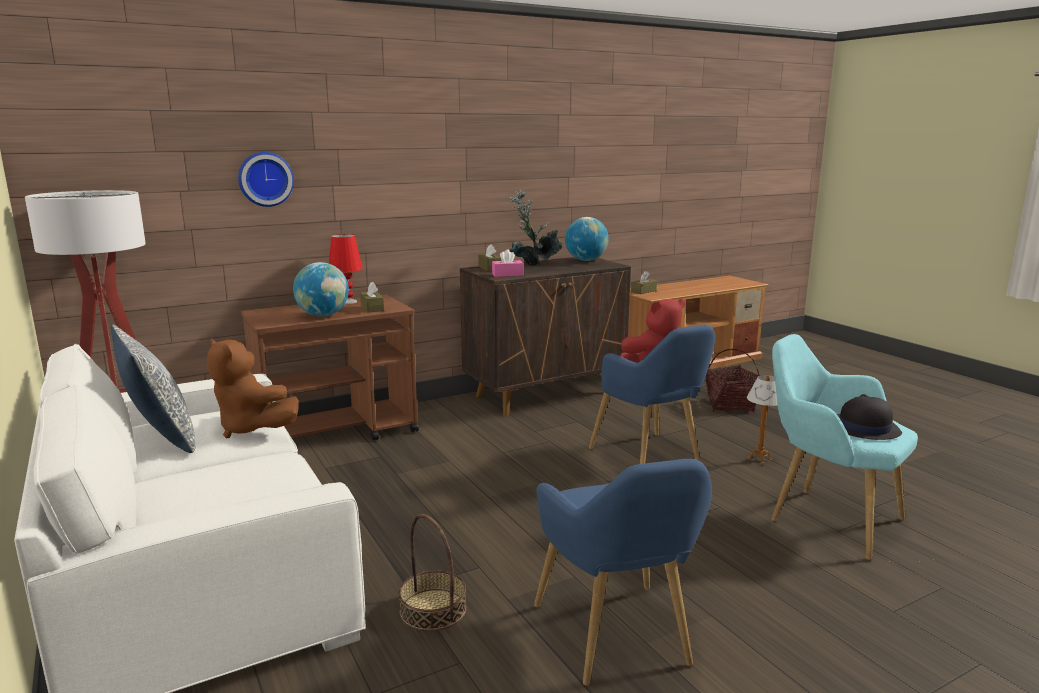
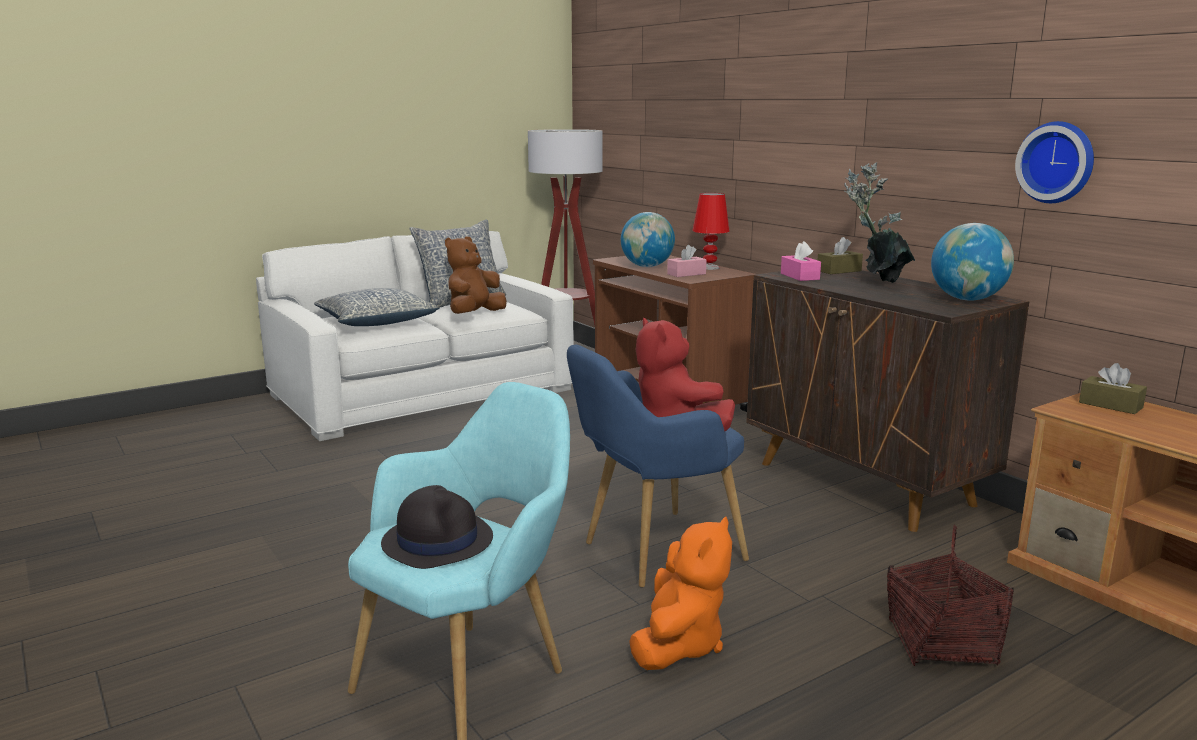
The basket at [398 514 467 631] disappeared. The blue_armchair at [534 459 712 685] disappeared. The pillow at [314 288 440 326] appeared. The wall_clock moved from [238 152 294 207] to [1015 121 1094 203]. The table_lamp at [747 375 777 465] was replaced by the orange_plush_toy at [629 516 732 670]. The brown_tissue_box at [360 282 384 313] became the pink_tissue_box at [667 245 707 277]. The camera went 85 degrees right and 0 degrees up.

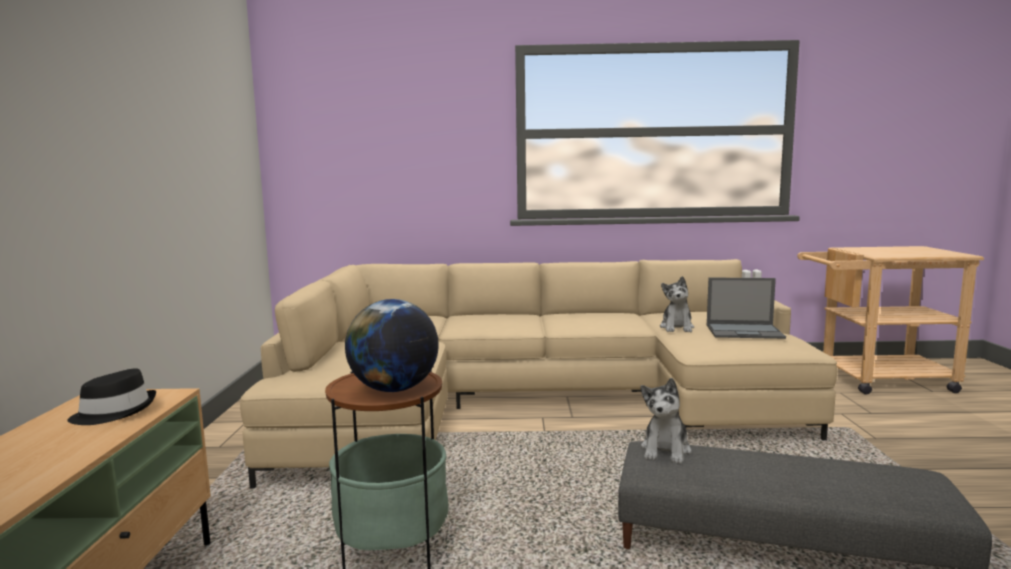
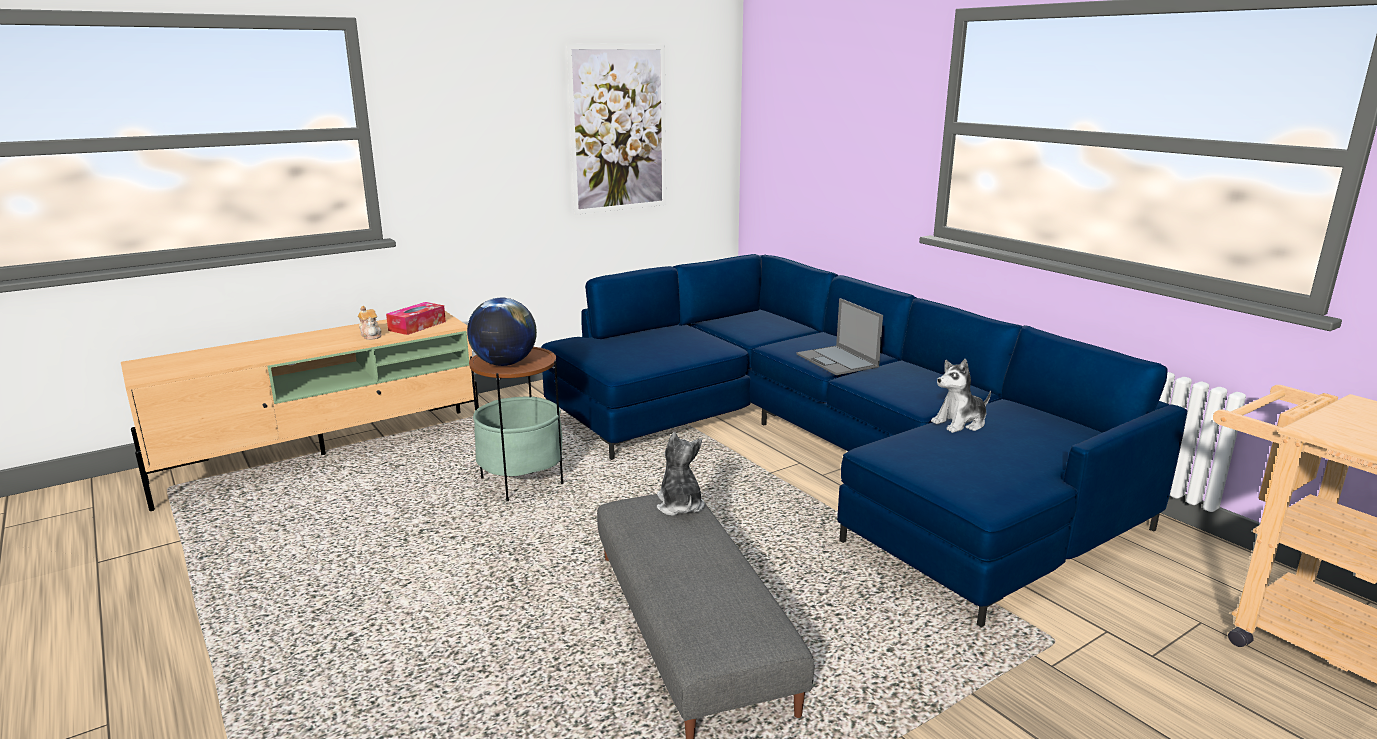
The teapot at [358 306 381 340] appeared. The picture at [566 43 666 215] appeared. The laptop moved from [707 278 786 339] to [797 298 883 375]. The black_hat at [67 368 156 425] was replaced by the tissue_box at [386 302 446 335]. The beige_sofa at [240 259 837 488] became the blue_sofa at [541 254 1187 627]. The plush_toy at [640 378 692 464] turned 90 degrees clockwise. The camera went 55 degrees right and 10 degrees up.

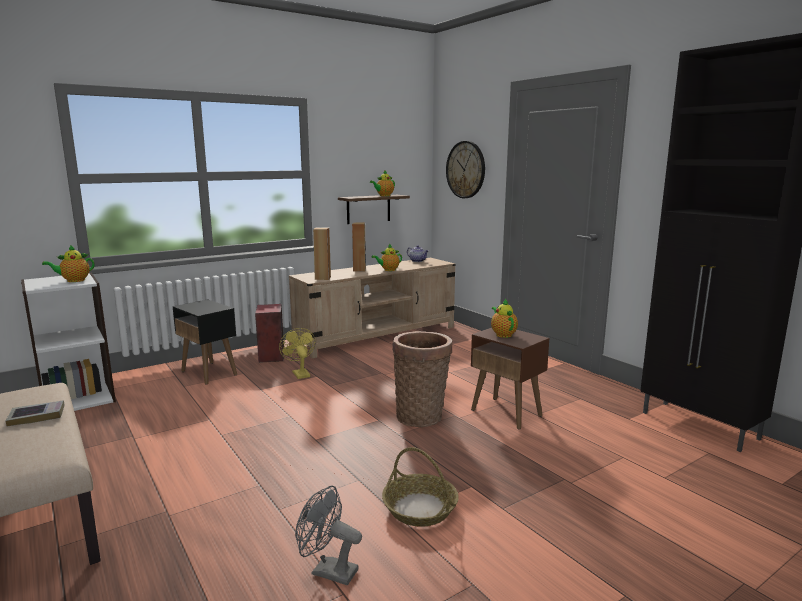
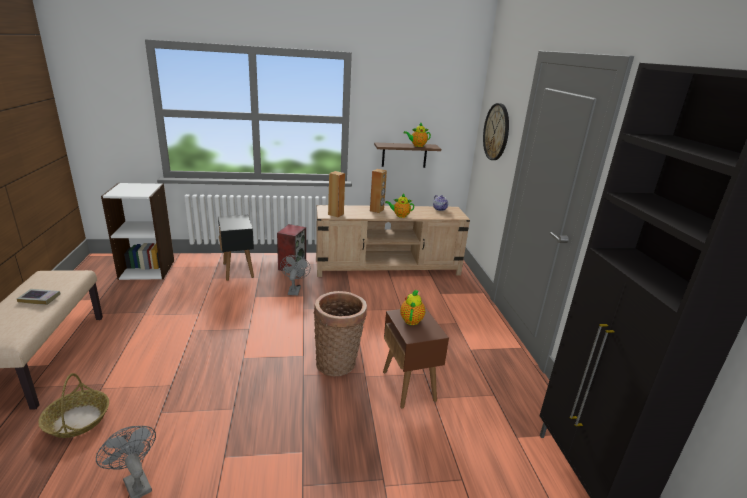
The teapot at [42 245 95 282] disappeared. The basket moved from [382 447 459 527] to [38 373 109 438]. The yellow_fan at [279 328 316 379] became the grey_fan at [280 255 310 295]. The camera went 25 degrees right and 10 degrees up.

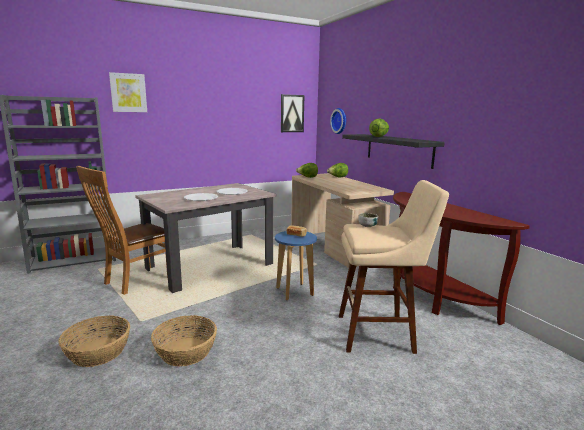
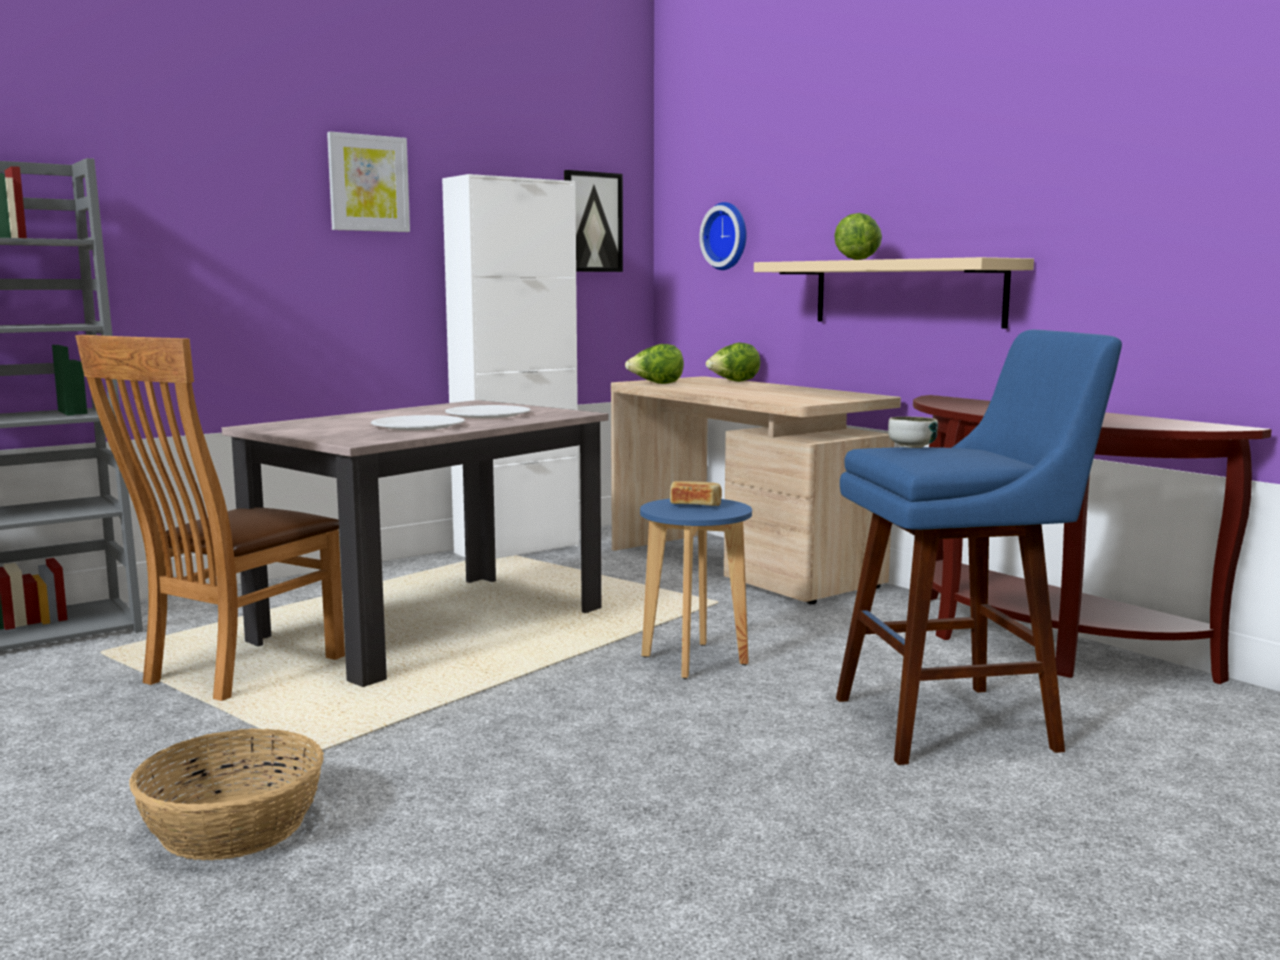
The basket at [151 315 217 366] disappeared. The white_cabinet at [442 174 579 559] appeared. The picture moved from [109 72 147 112] to [327 131 410 232]. The beige_stool at [339 180 449 354] became the blue_stool at [836 330 1122 765]. The black_shelf at [342 134 445 169] became the beige_shelf at [754 257 1034 329]. The camera went 10 degrees left and 5 degrees down.

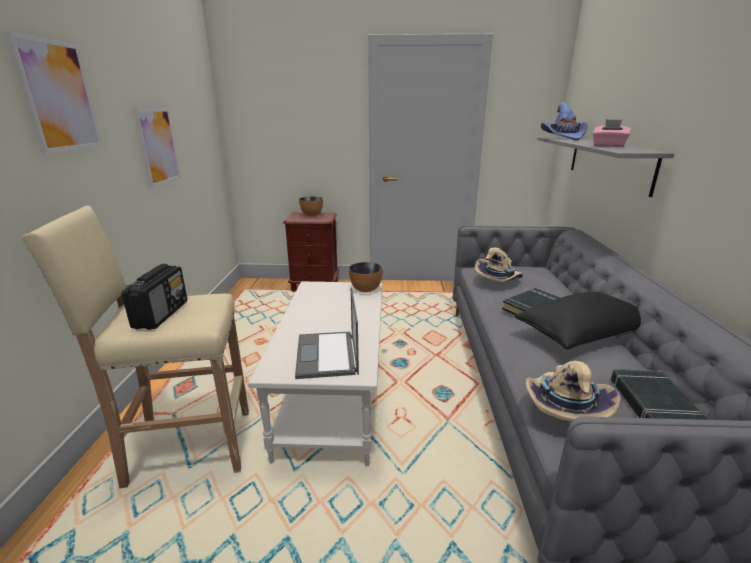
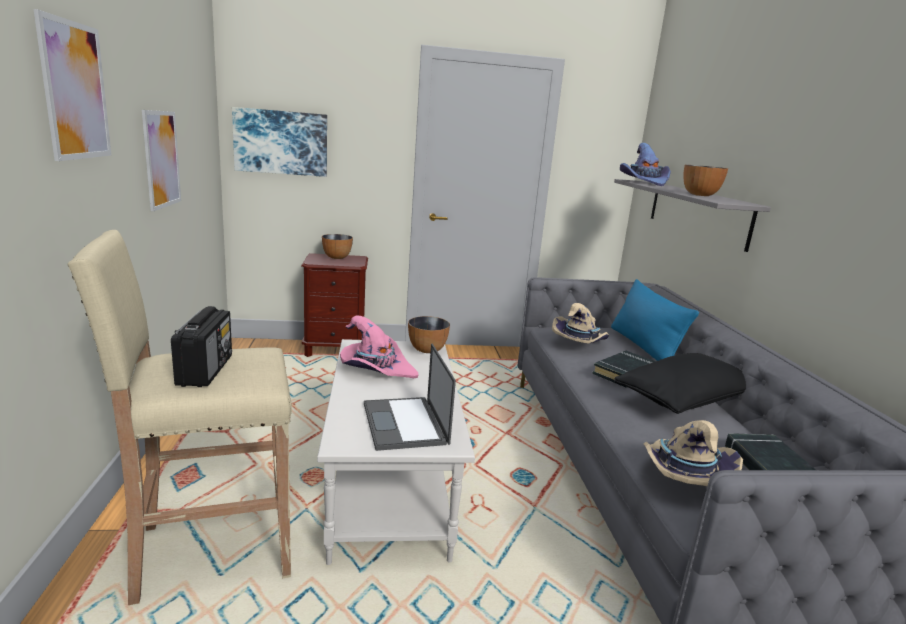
The picture at [232 107 327 177] appeared. The pink_hat at [340 315 418 378] appeared. The blue_pillow at [611 279 699 361] appeared. The pink_tissue_box at [593 119 631 147] was replaced by the bowl at [684 165 728 196]. The camera went 10 degrees left and 5 degrees down.

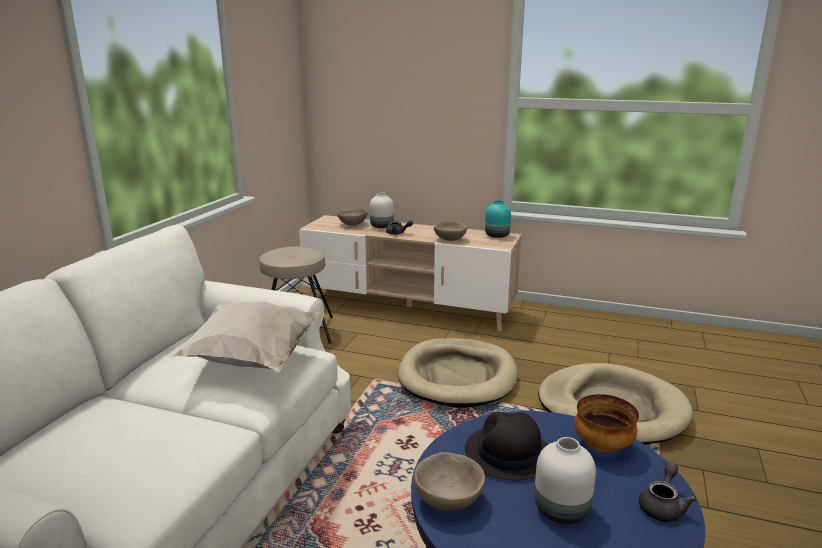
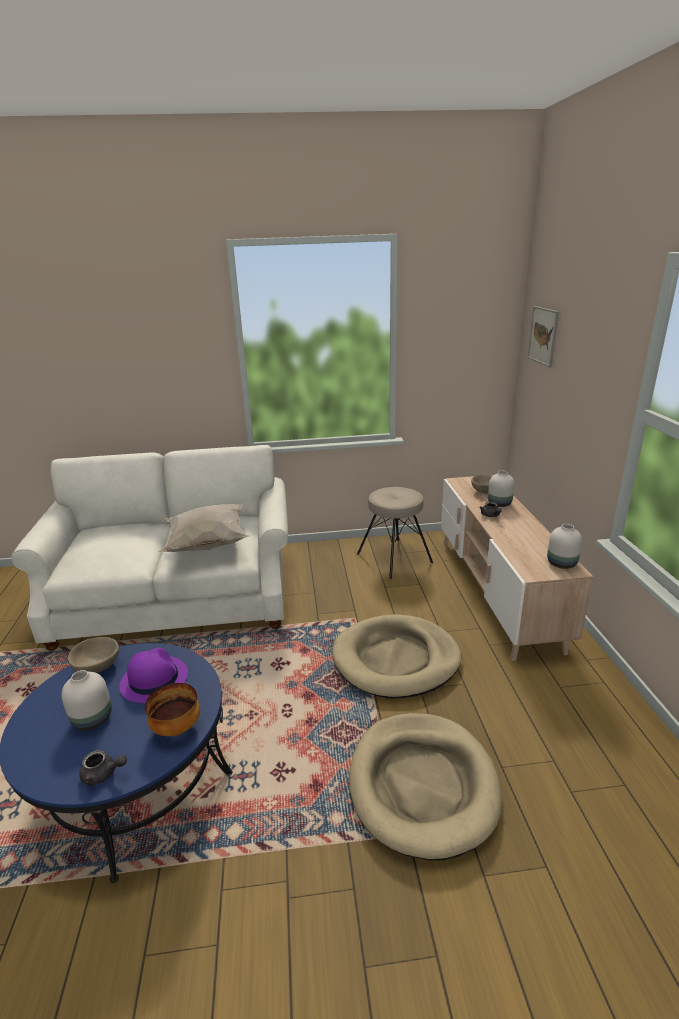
The beige_bowl at [434 221 467 241] disappeared. The picture at [528 306 559 367] appeared. The black_hat at [465 412 548 480] became the purple_hat at [119 648 188 703]. The turquoise_vase at [485 200 511 238] became the white_vase at [547 524 582 569]. The camera went 65 degrees right and 5 degrees up.

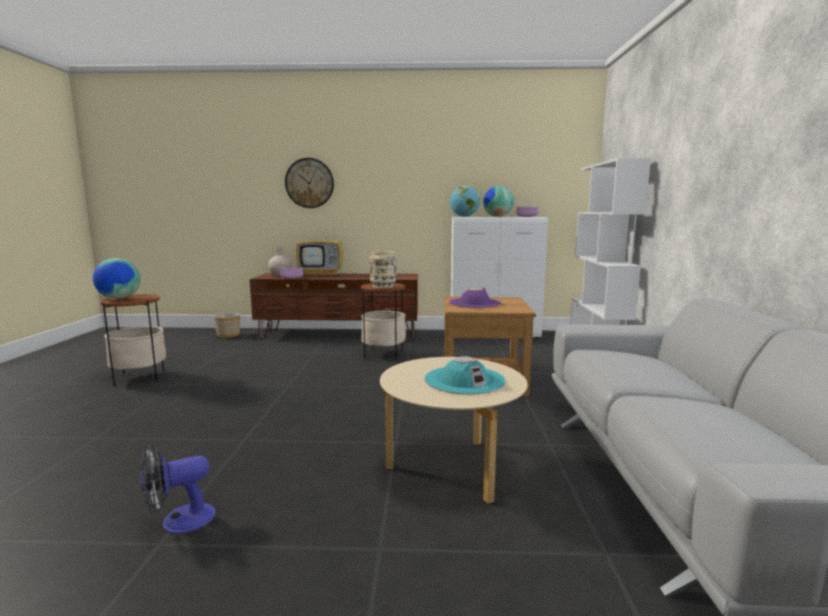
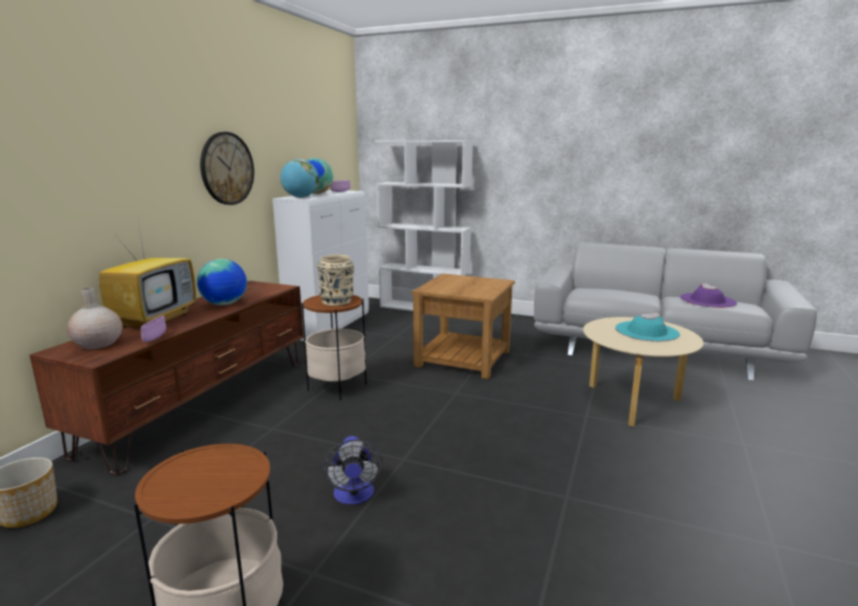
The globe moved from [93 258 141 299] to [197 259 247 305]. The fan moved from [140 445 216 534] to [323 436 383 504]. The wall_clock moved from [285 158 334 208] to [200 132 254 205]. The purple_hat moved from [449 287 501 308] to [680 283 737 308]. The camera went 70 degrees left and 5 degrees up.

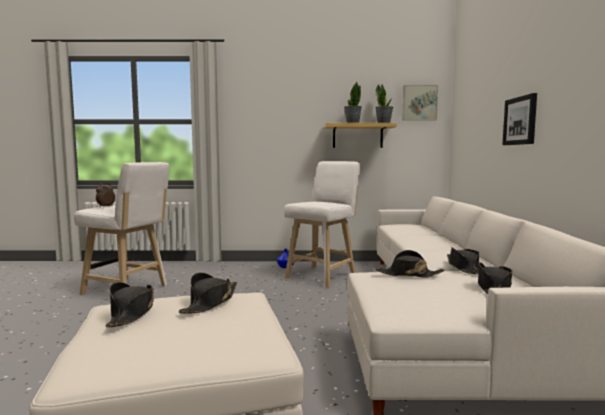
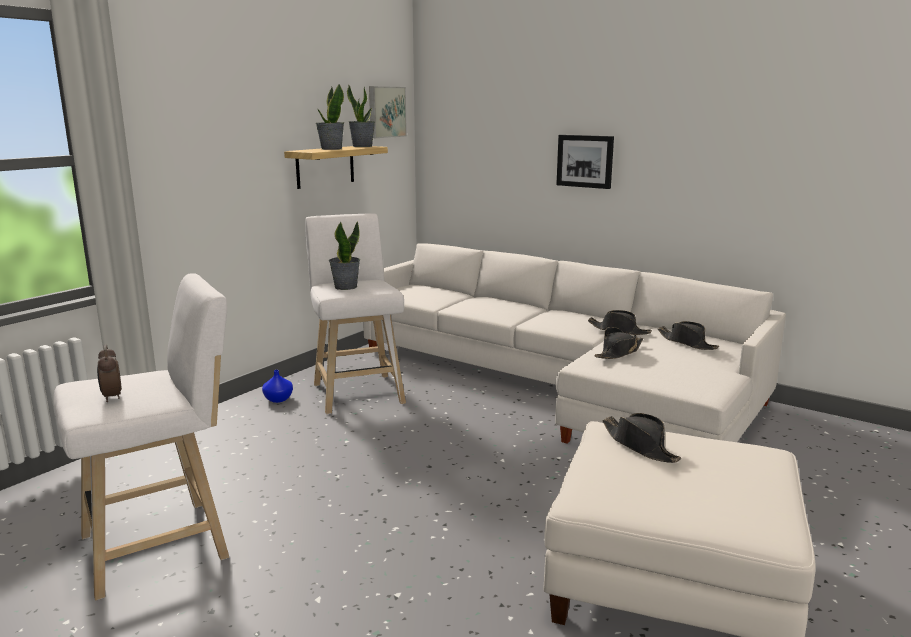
The black_hat at [105 282 154 327] disappeared. The potted_plant at [329 221 360 290] appeared. The camera went 55 degrees left and 10 degrees up.

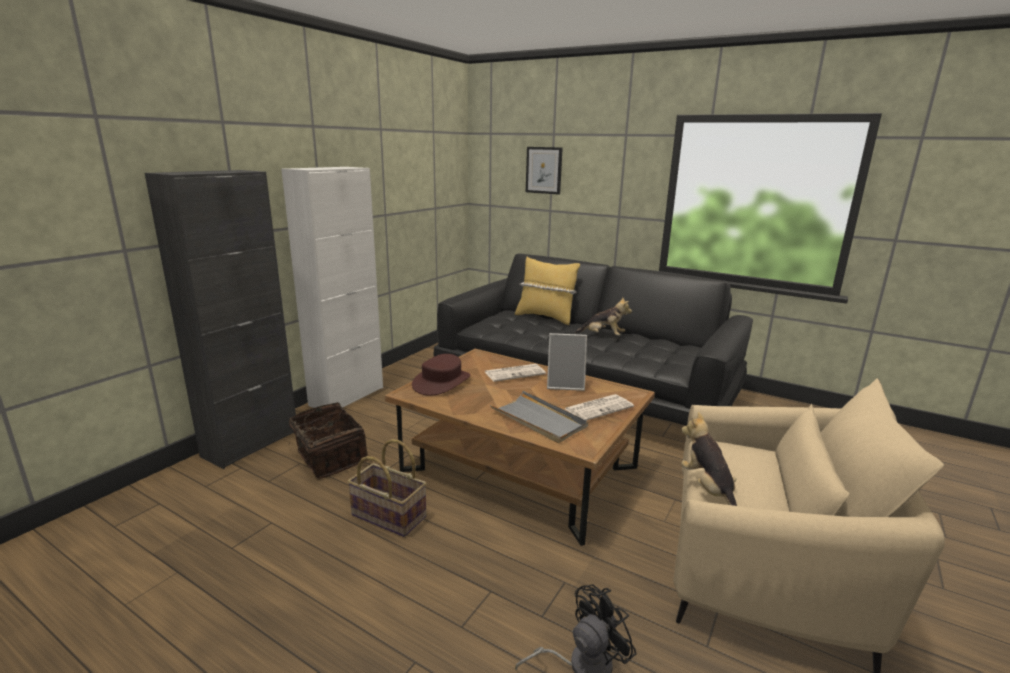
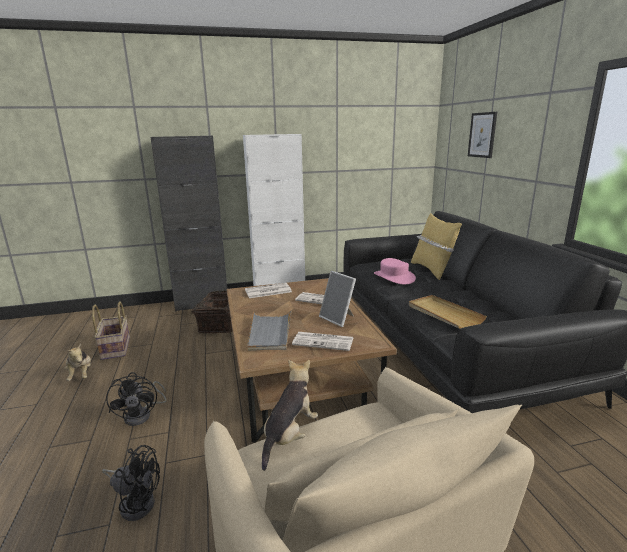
The black_fan at [106 372 166 426] appeared. The pink_hat at [374 258 416 284] appeared. The beige_tray at [409 295 487 329] appeared. The basket moved from [347 439 427 537] to [92 301 130 360]. The plush_toy moved from [575 297 632 336] to [65 344 91 381]. The brown_hat at [412 354 470 396] was replaced by the newspaper at [245 283 292 298]. The camera went 45 degrees right and 0 degrees up.

